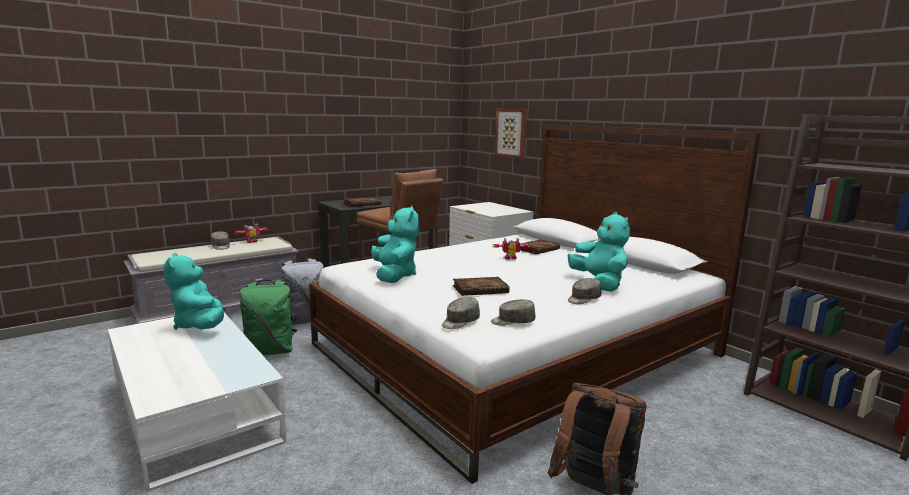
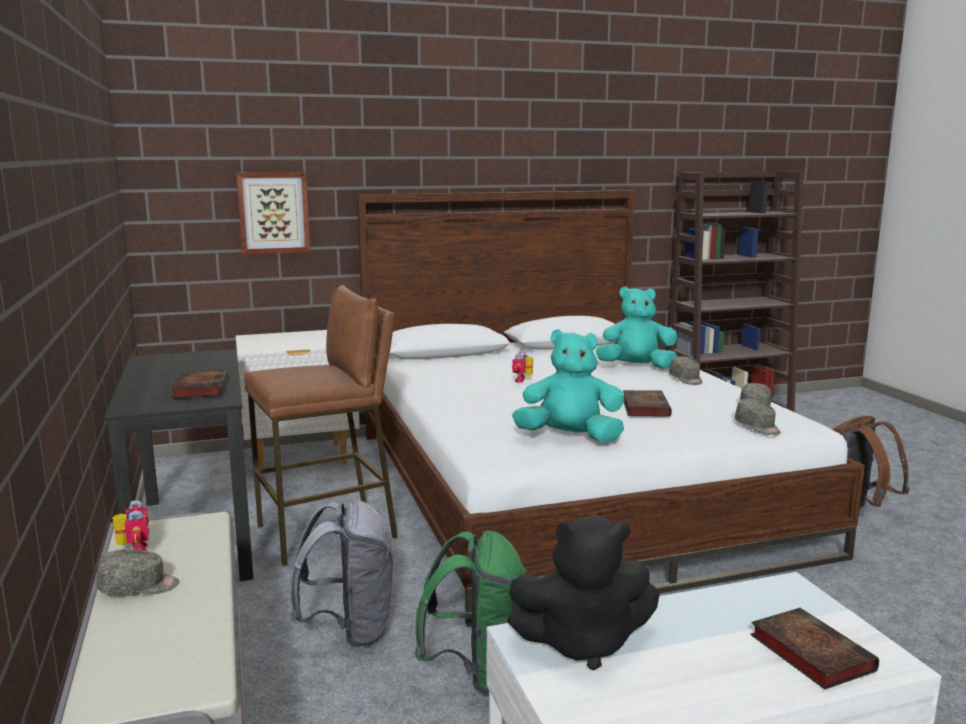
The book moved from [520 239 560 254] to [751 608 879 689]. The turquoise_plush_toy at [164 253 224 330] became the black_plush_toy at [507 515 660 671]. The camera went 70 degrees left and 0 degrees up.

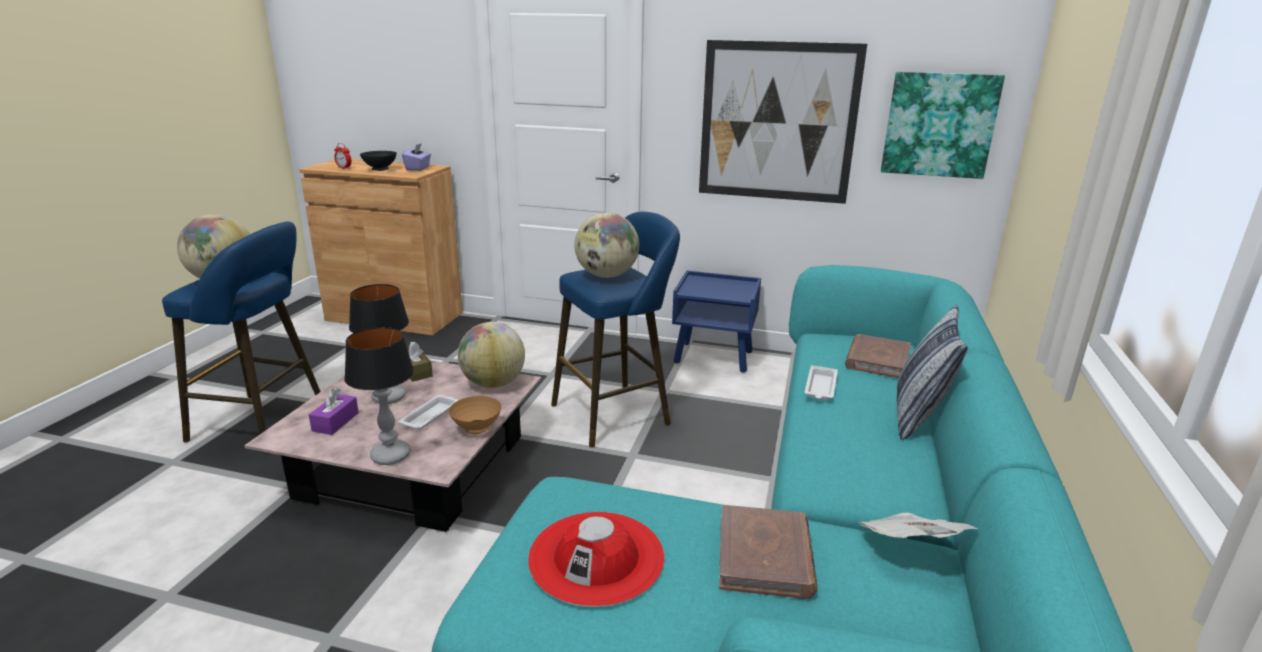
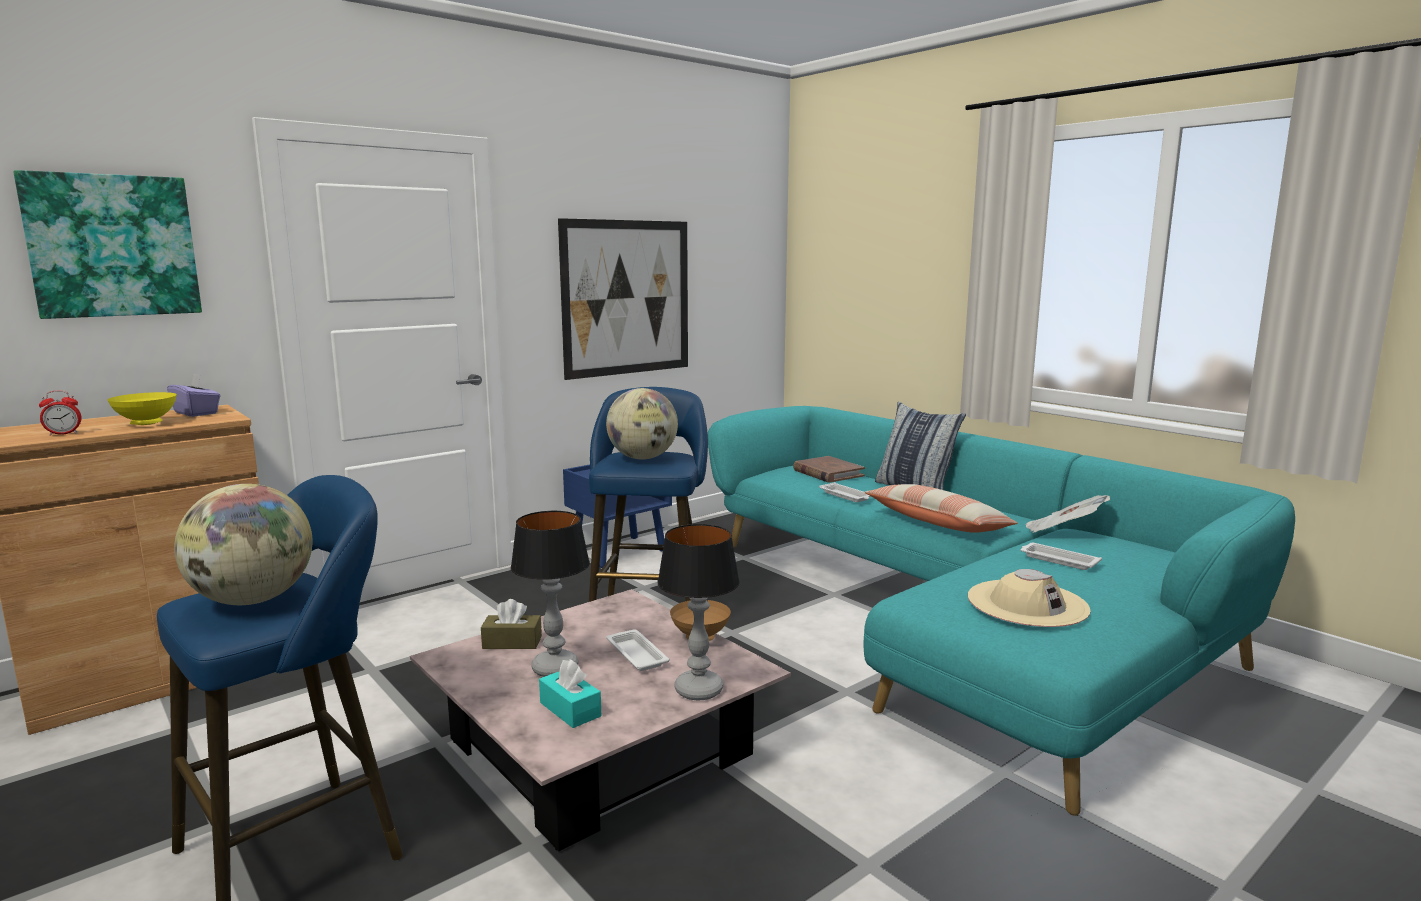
The globe at [458 322 525 388] disappeared. The pillow at [864 484 1018 533] appeared. The picture moved from [881 72 1005 179] to [14 170 202 319]. The brown_book at [719 505 818 599] was replaced by the white_tray at [1020 543 1102 570]. The purple_tissue_box at [309 388 359 435] became the turquoise_tissue_box at [539 659 601 728]. The black_bowl at [360 151 397 171] became the yellow_bowl at [107 392 177 425]. The red_hat at [528 512 664 607] became the beige_hat at [968 569 1091 627]. The camera went 55 degrees left and 10 degrees down.

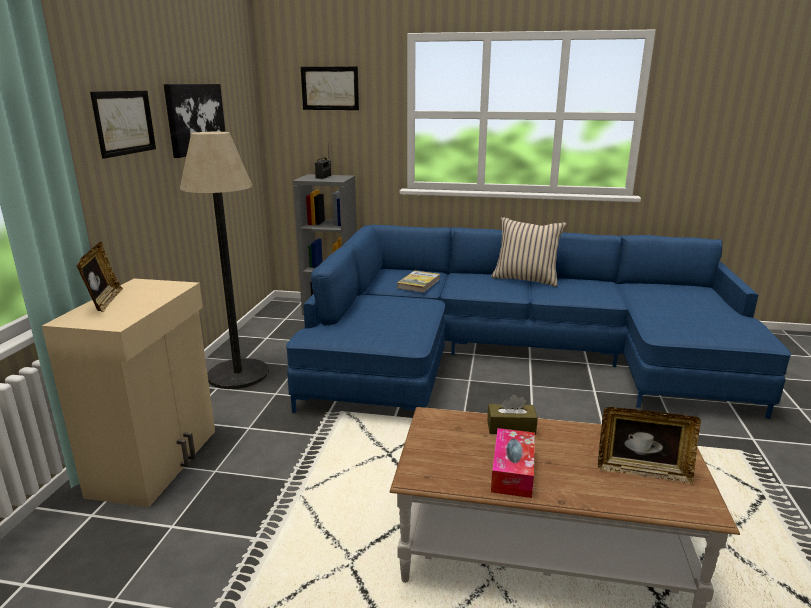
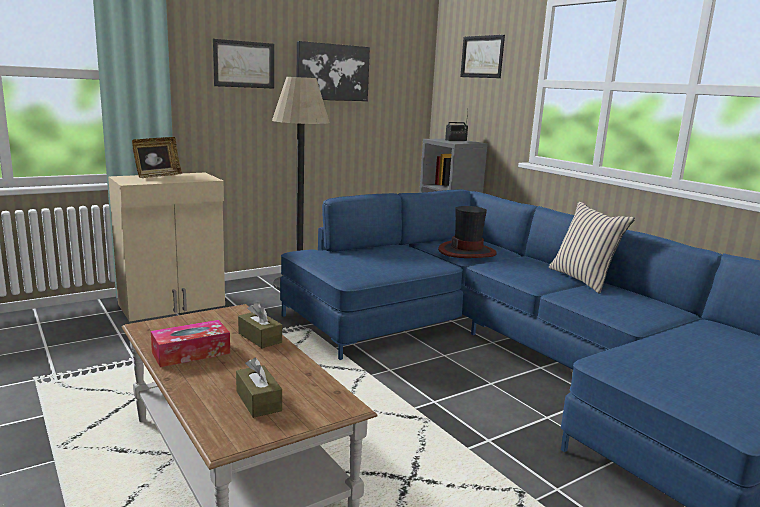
The book at [397 271 440 292] was replaced by the hat at [438 206 497 258]. The picture_frame at [598 407 701 484] was replaced by the brown_tissue_box at [236 358 282 418]. The camera went 45 degrees right and 5 degrees down.

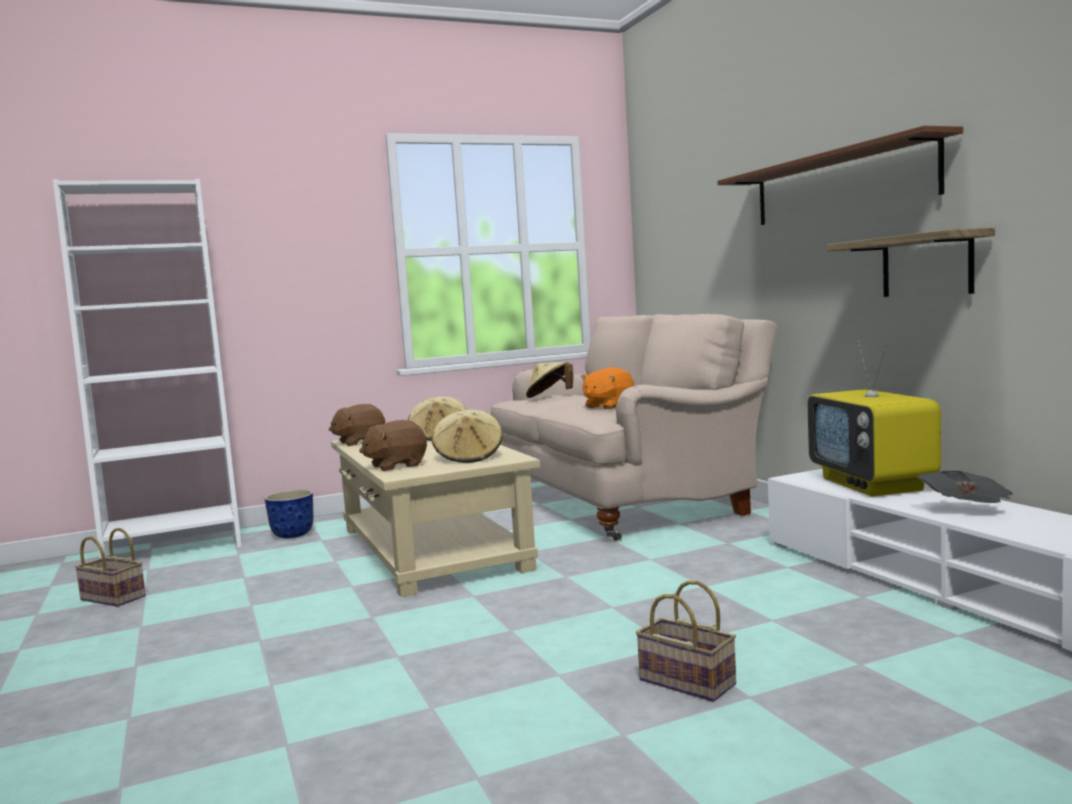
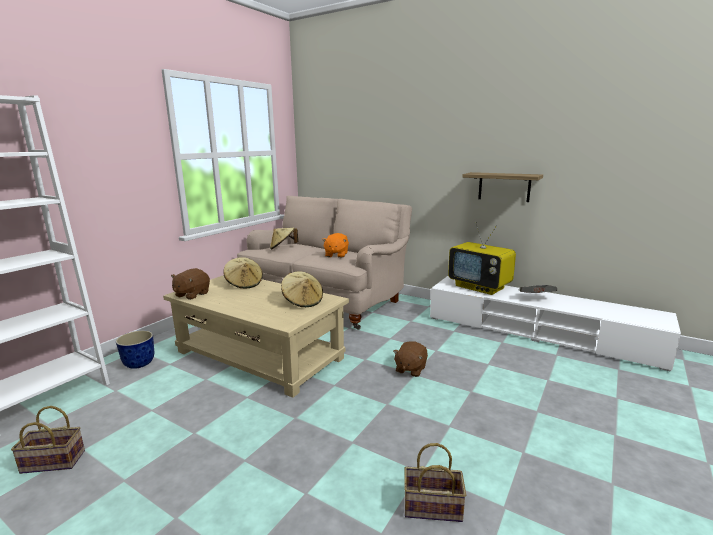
The brown_shelf at [717 126 963 225] disappeared. The brown_plush_toy moved from [359 420 427 471] to [393 341 428 377]. The basket moved from [636 580 736 702] to [404 443 466 522]. The camera went 35 degrees left and 10 degrees up.

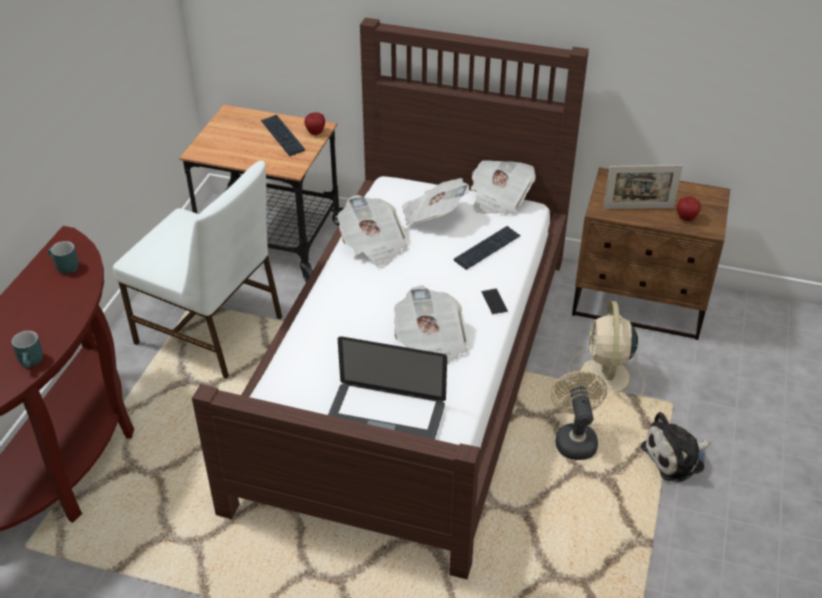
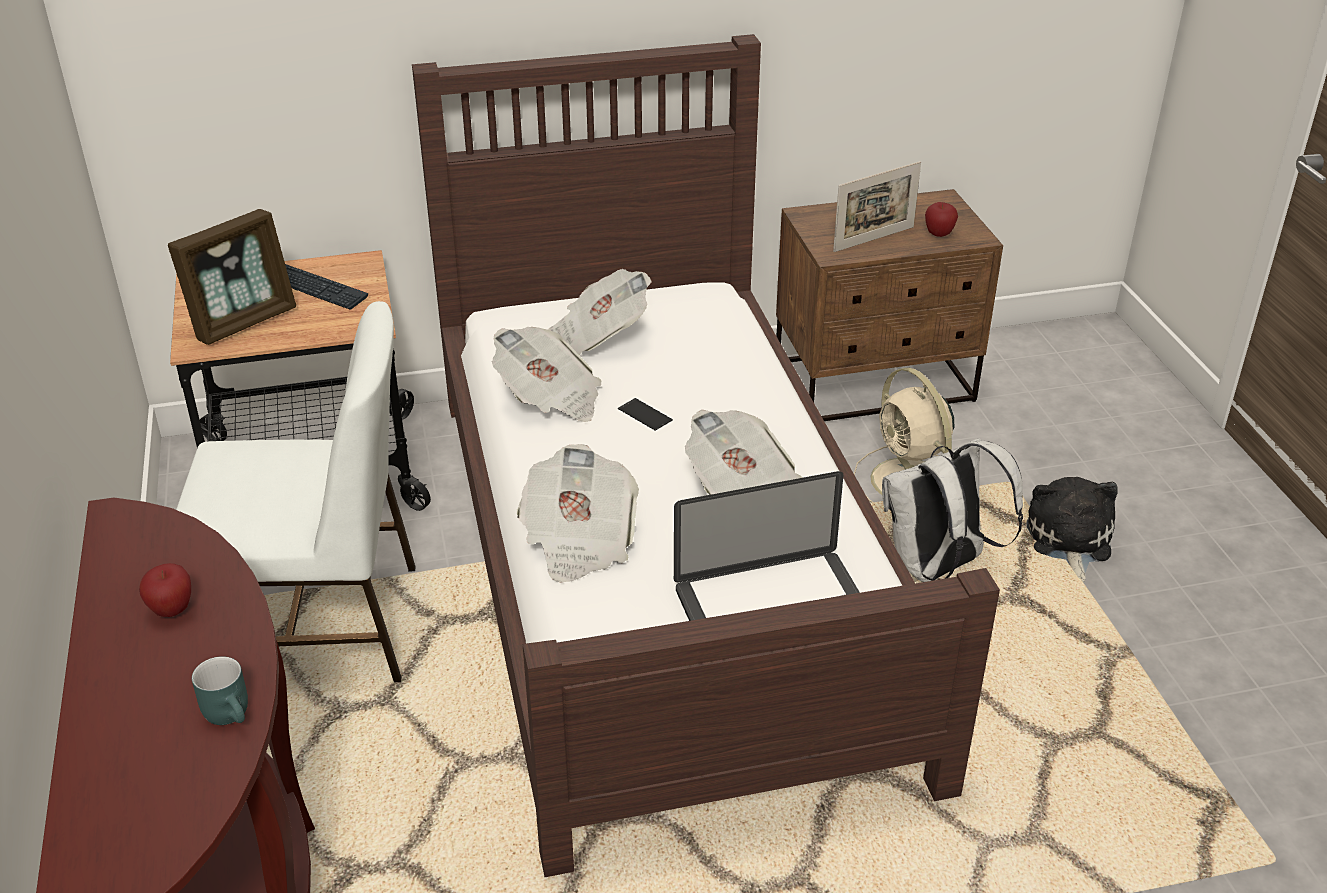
The turquoise_mug at [48 241 79 274] disappeared. The keyboard at [454 226 521 270] disappeared. The picture_frame at [168 209 296 345] appeared. The apple moved from [304 112 325 135] to [139 563 191 617]. The newspaper moved from [471 160 536 214] to [517 444 639 583]. The phone moved from [481 288 508 314] to [618 398 673 431]. The beige_fan at [551 371 607 460] was replaced by the white_backpack at [882 438 1023 582]. The plush_toy at [641 412 710 482] turned 150 degrees clockwise. The camera went 30 degrees left and 5 degrees down.

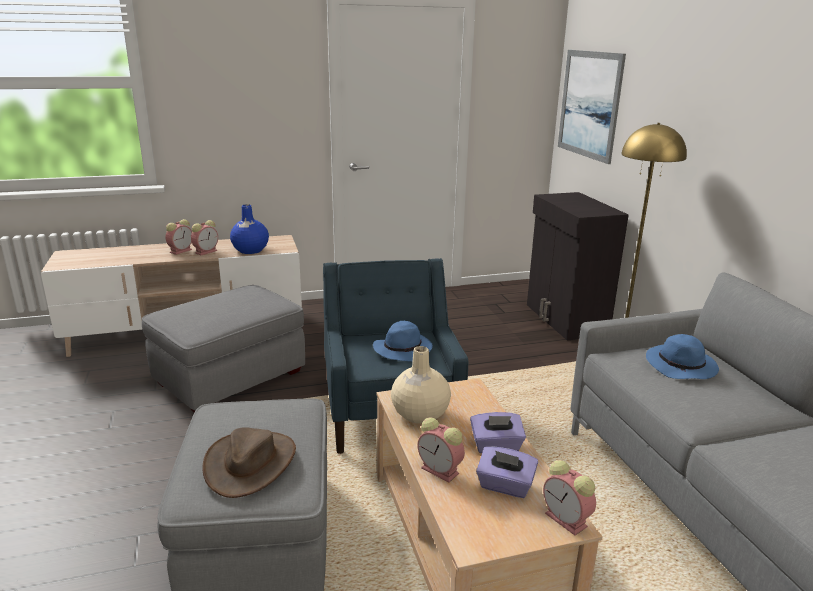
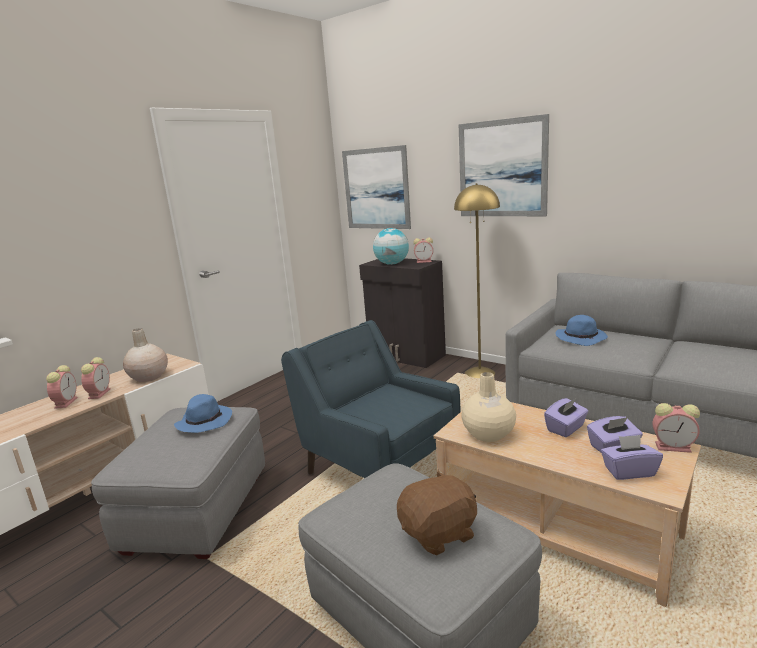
The globe at [373 228 409 265] appeared. The picture at [459 114 549 216] appeared. The purple_tissue_box at [601 435 663 480] appeared. The blue_hat moved from [373 321 433 362] to [174 394 232 433]. The alarm_clock moved from [417 417 465 482] to [413 238 433 263]. The brown_hat at [202 427 296 498] was replaced by the brown_plush_toy at [397 470 477 555]. The blue_vase at [230 204 269 254] became the beige_vase at [123 328 168 382]. The camera went 35 degrees left and 5 degrees down.

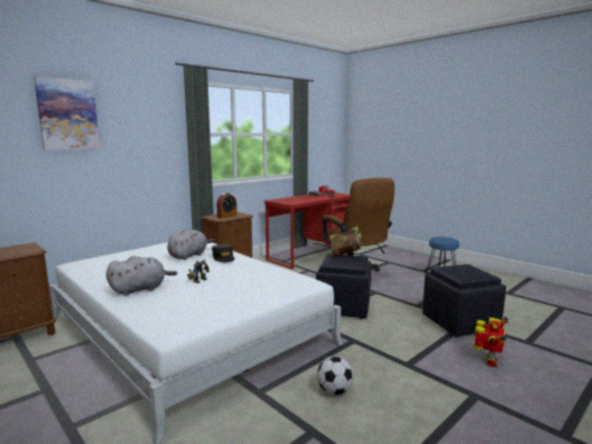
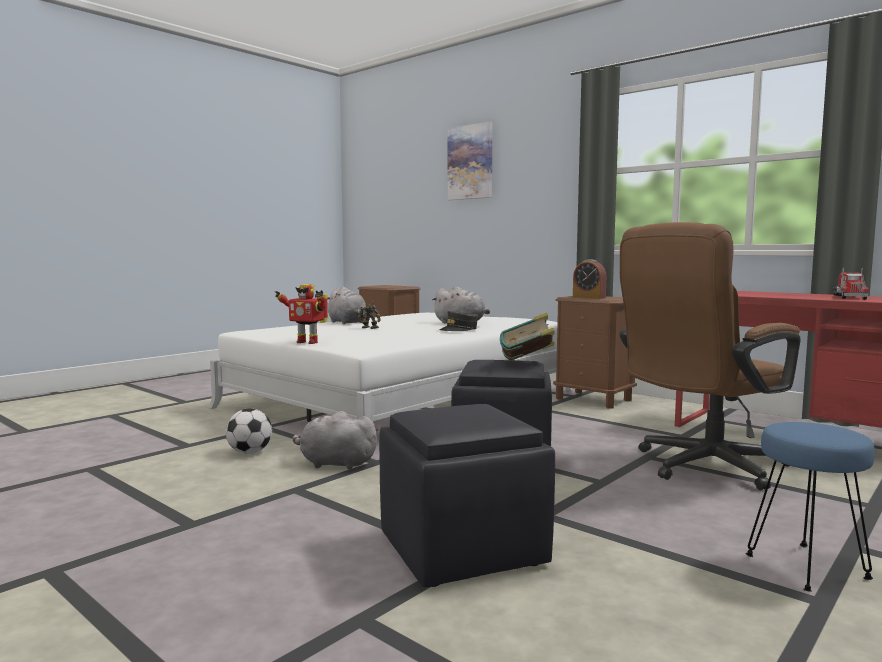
The grey_plush_toy at [292 411 379 470] appeared. The toy_robot moved from [474 317 509 367] to [275 284 329 344]. The camera went 85 degrees right and 5 degrees down.

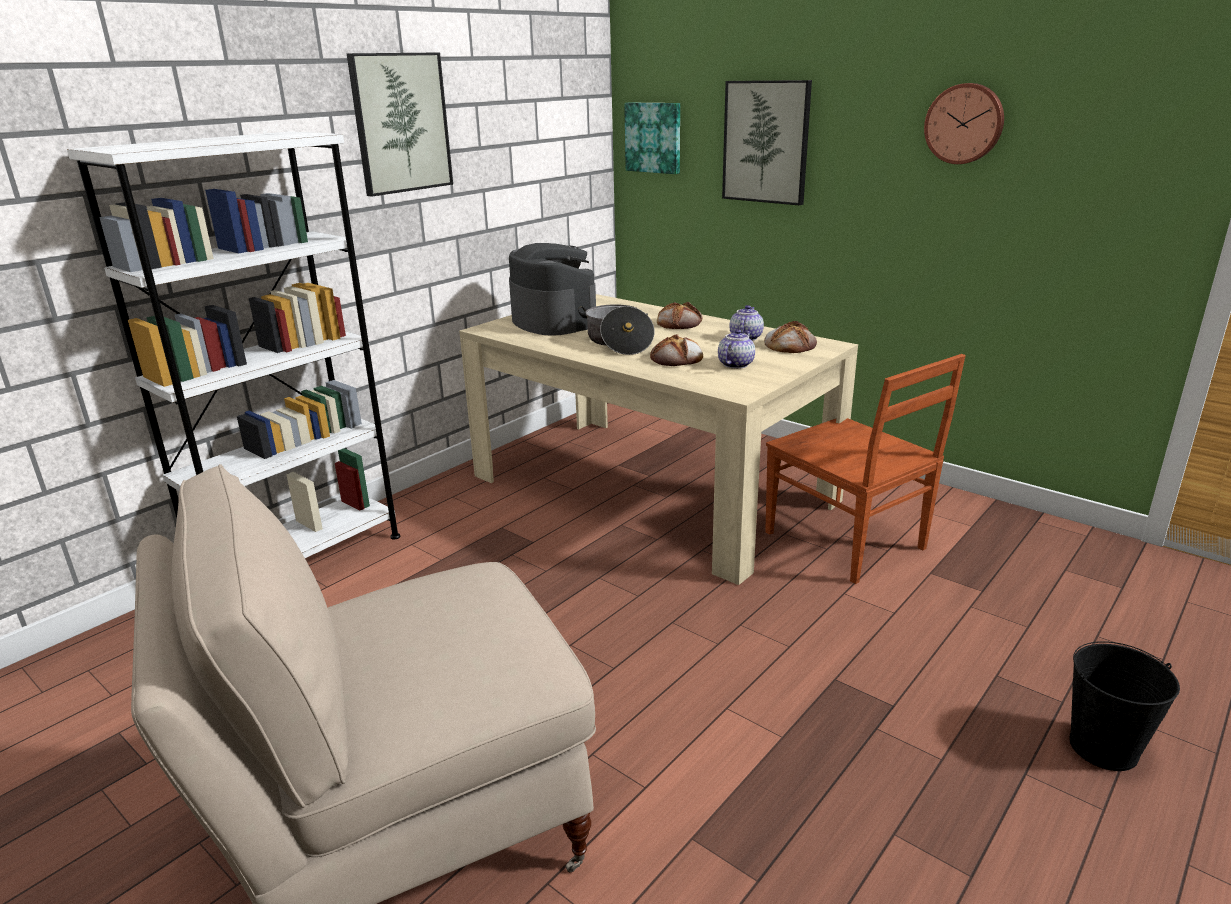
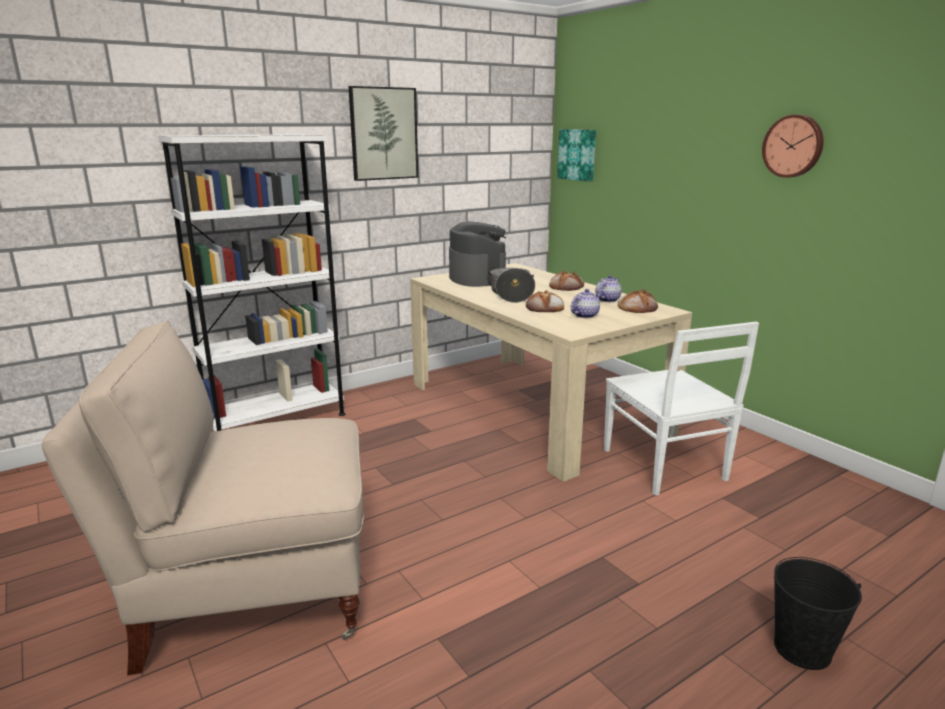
The picture at [722 80 812 206] disappeared. The brown_chair at [765 354 966 584] became the white_chair at [604 322 759 496]. The camera went 15 degrees right and 5 degrees down.

